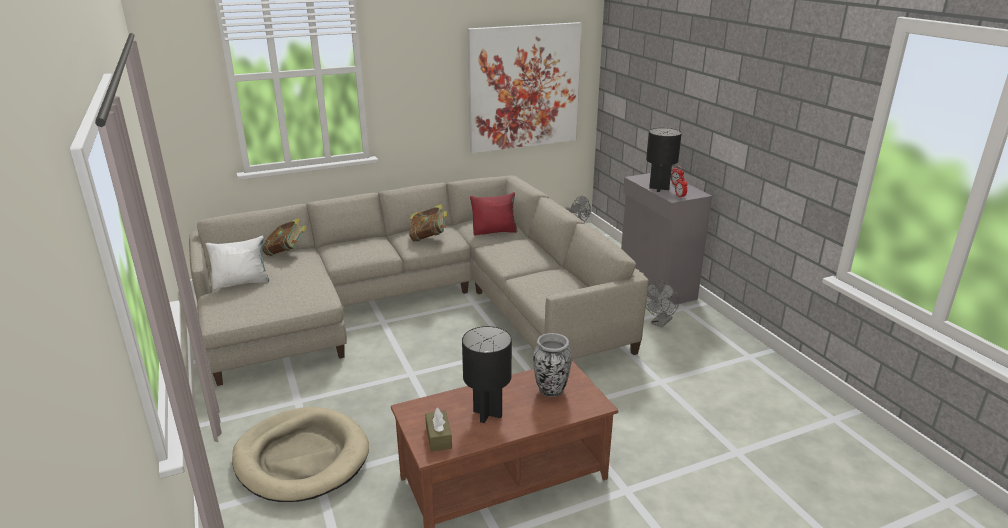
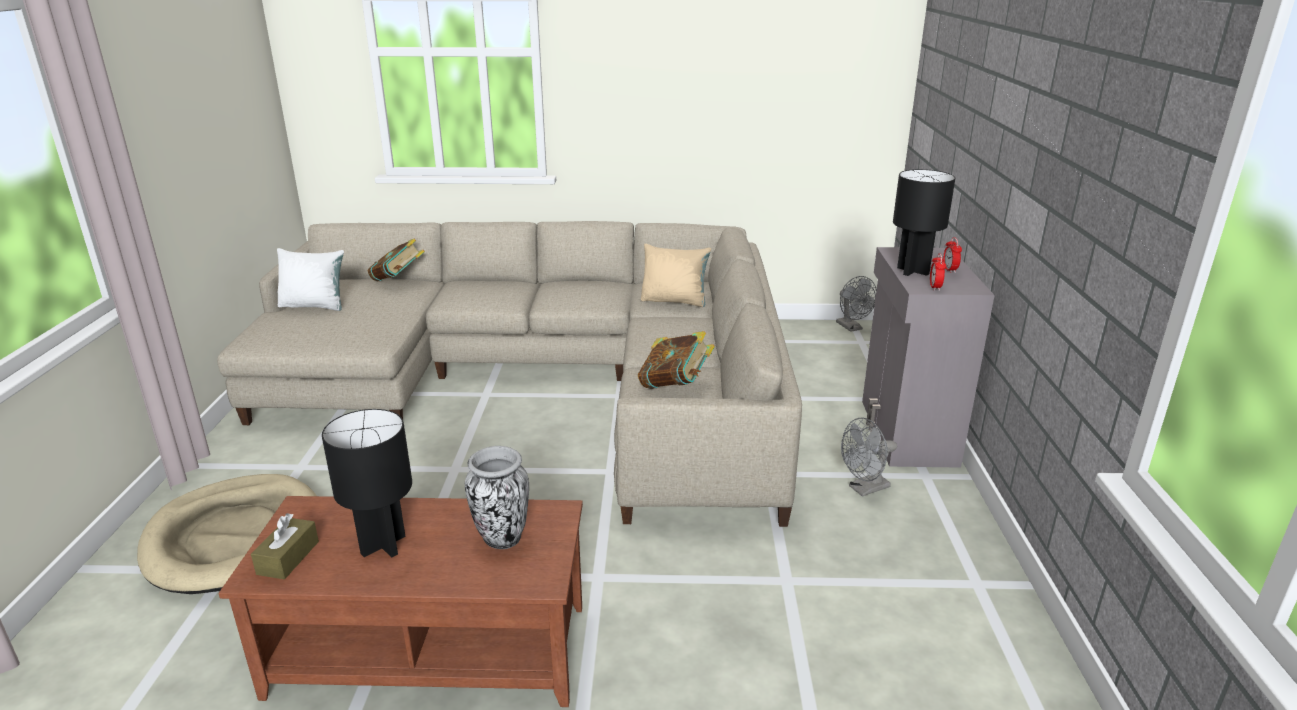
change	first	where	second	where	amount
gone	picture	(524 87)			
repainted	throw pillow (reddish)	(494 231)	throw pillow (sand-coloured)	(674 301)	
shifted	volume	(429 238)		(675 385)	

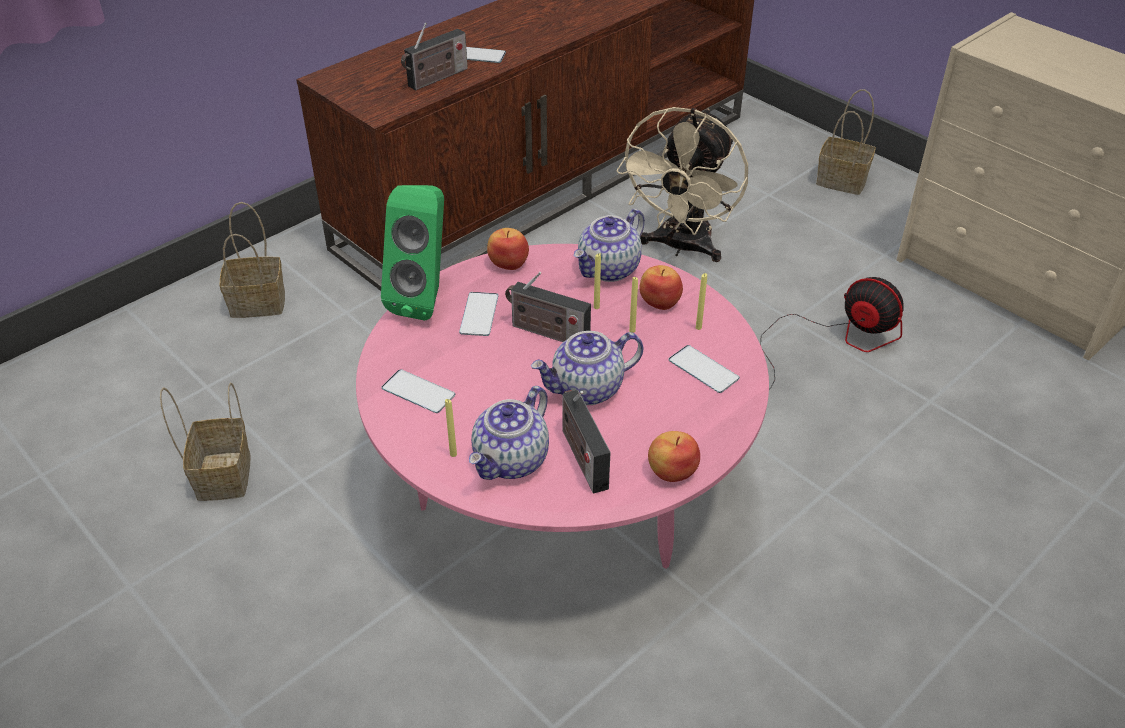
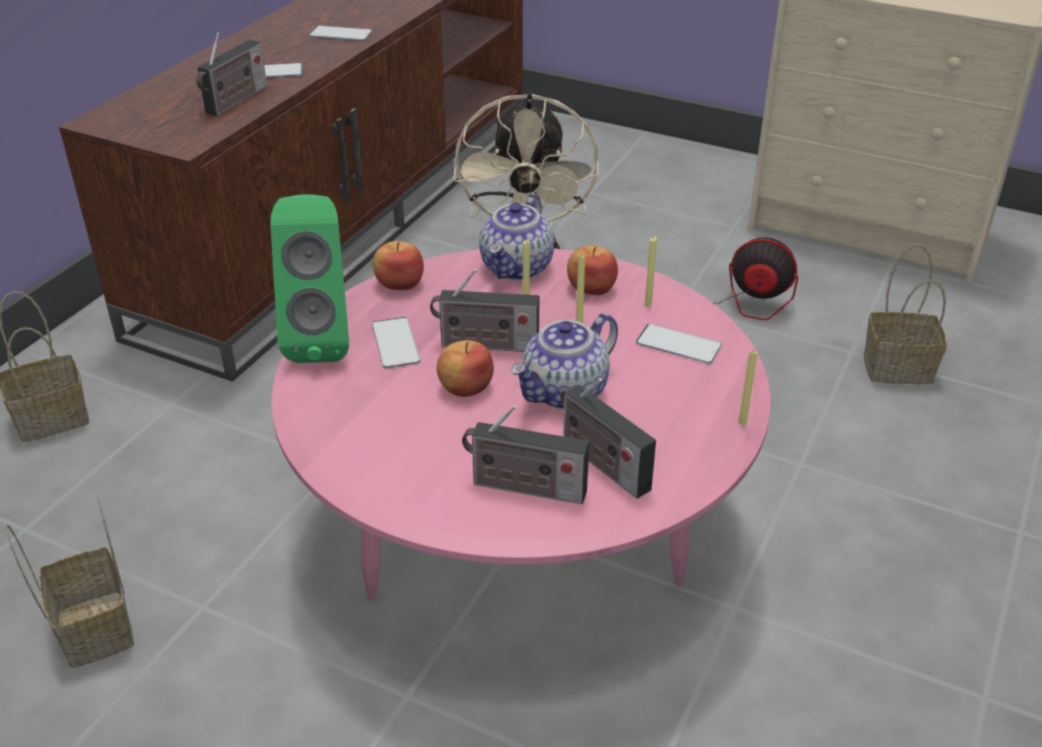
change	first	where	second	where	amount
shifted	household basket	(843 181)		(899 367)	
shifted	phone	(418 392)		(340 34)	
swapped	tea pot	(511 461)	radio set	(523 488)	
shifted	wax candle (yellow-coloured)	(453 454)		(742 422)	
shifted	apple fruit	(672 471)		(465 387)	

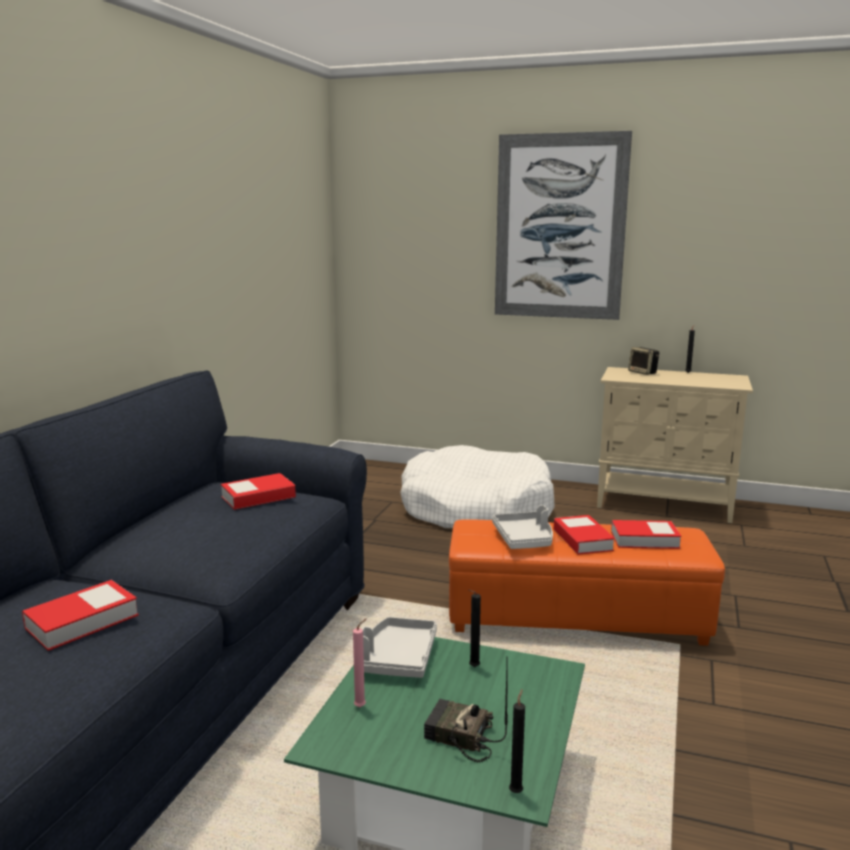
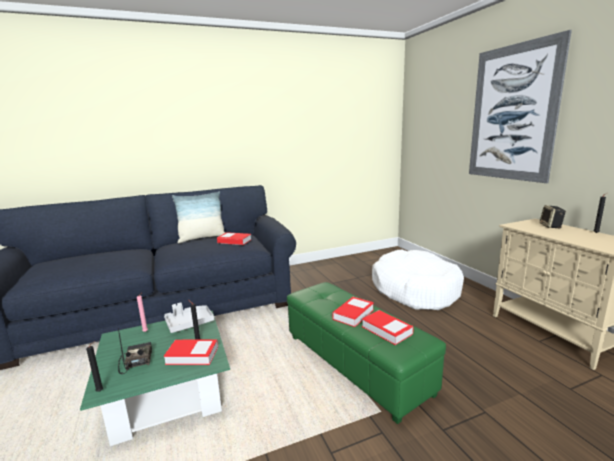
change	first	where	second	where	amount
gone	tray (greyish)	(524 539)			
repainted	pouffe (orange)	(577 617)	pouffe (greenish)	(356 363)	
shifted	volume	(82 621)		(192 355)	
new			throw pillow	(202 238)	

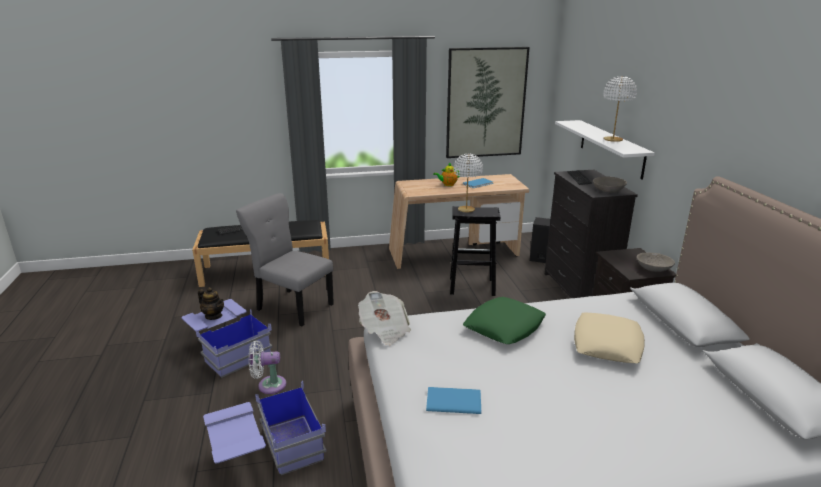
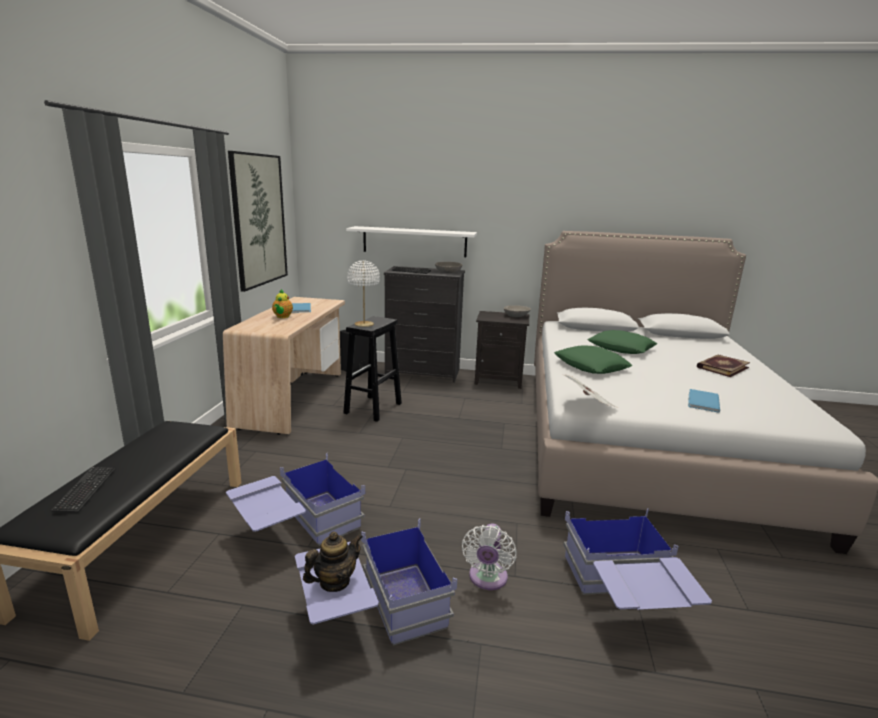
change	first	where	second	where	amount
gone	table lamp (whitish)	(612 140)			
swapped	chair (greyish)	(293 306)	storage container (blue)	(297 529)	
repainted	throw pillow (sand-coloured)	(607 344)	throw pillow (greenish)	(621 348)	
new			volume	(721 367)	

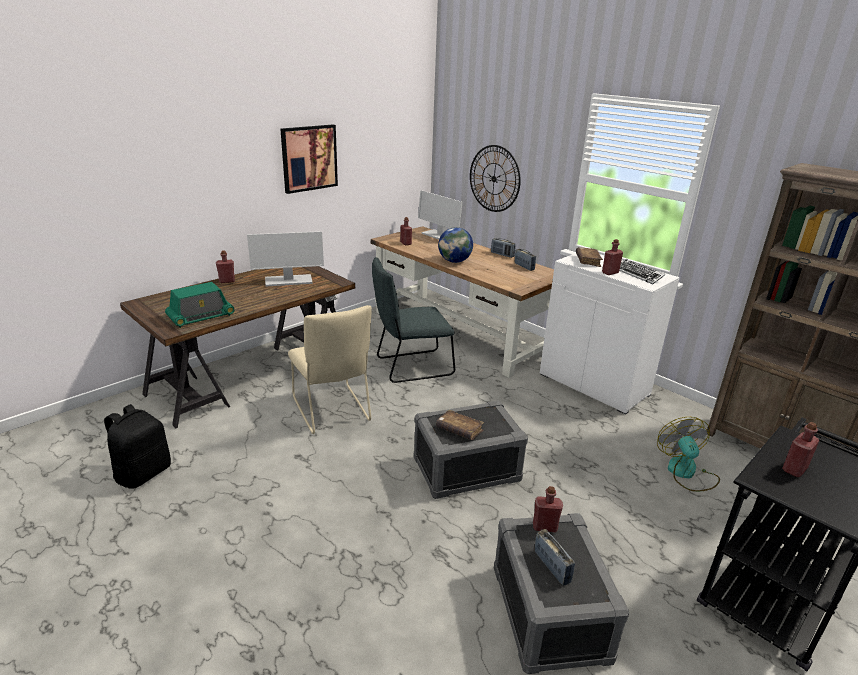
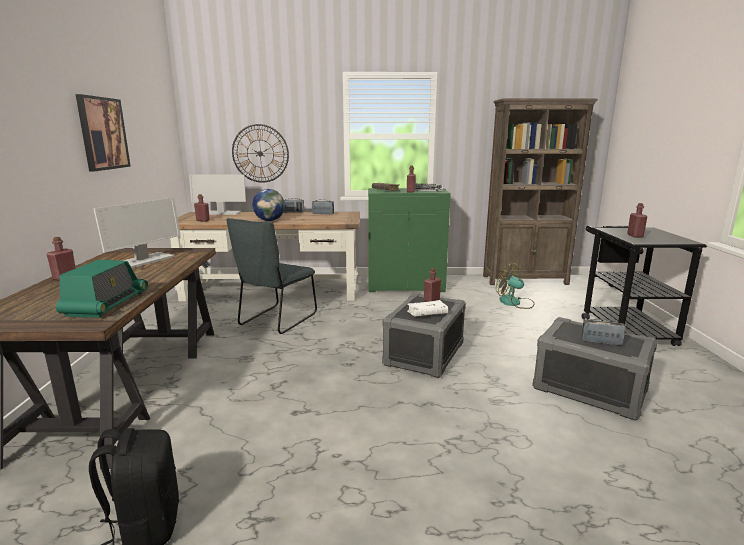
change	first	where	second	where	amount
repainted	cupboard (whitish)	(594 384)	cupboard (greenish)	(406 285)	
gone	chair (sand-coloured)	(332 412)			
repainted	volume (brown-coloured)	(459 430)	volume (whitish)	(427 314)	
shifted	bottle (reddish)	(544 527)		(431 300)	

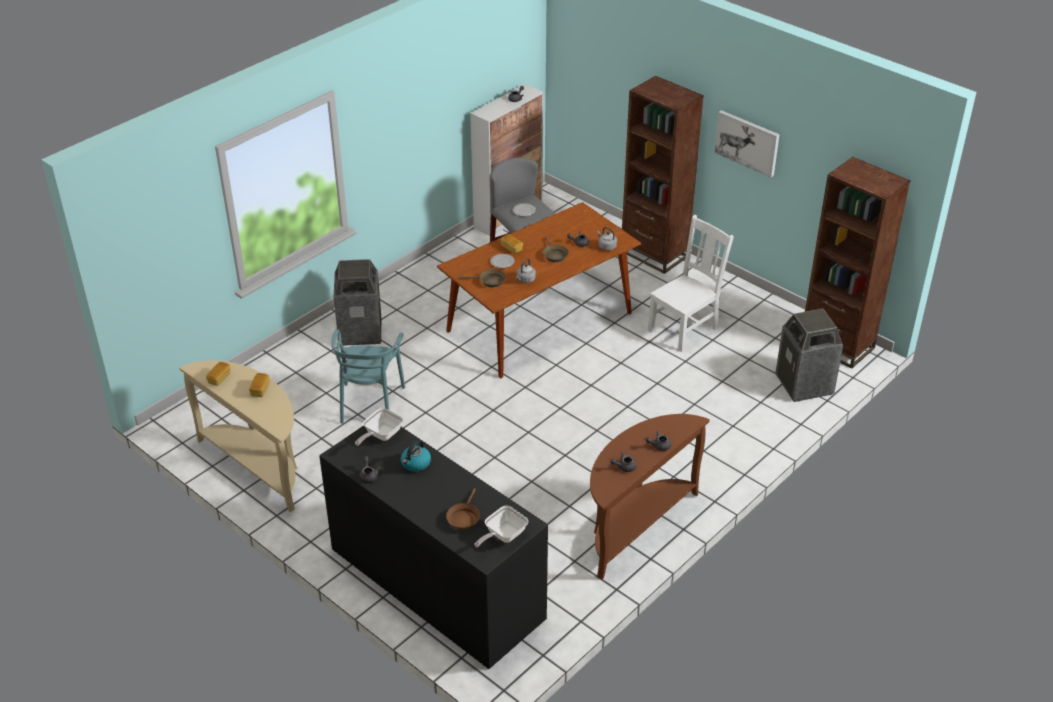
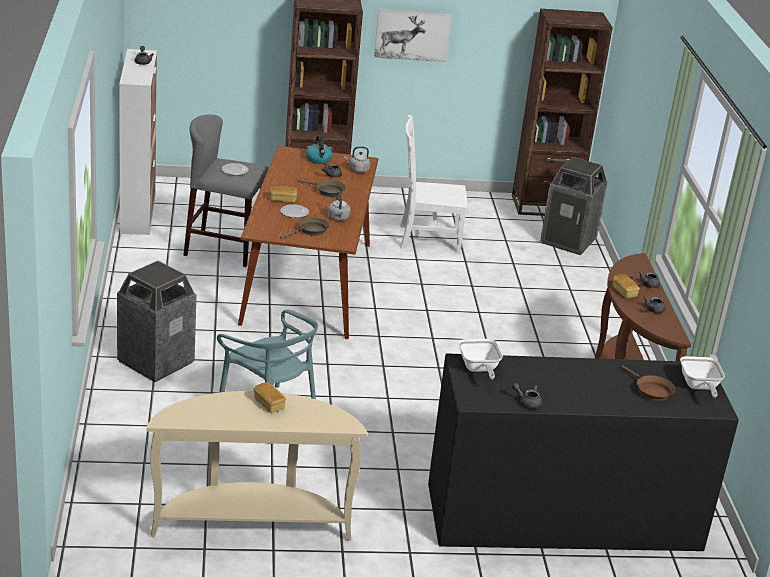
change	first	where	second	where	amount
rotated	chair (whitish)	(685 328)		(427 239)	90 degrees counterclockwise
shifted	bread	(219 378)		(624 292)	
shifted	water kettle	(415 464)		(319 159)	

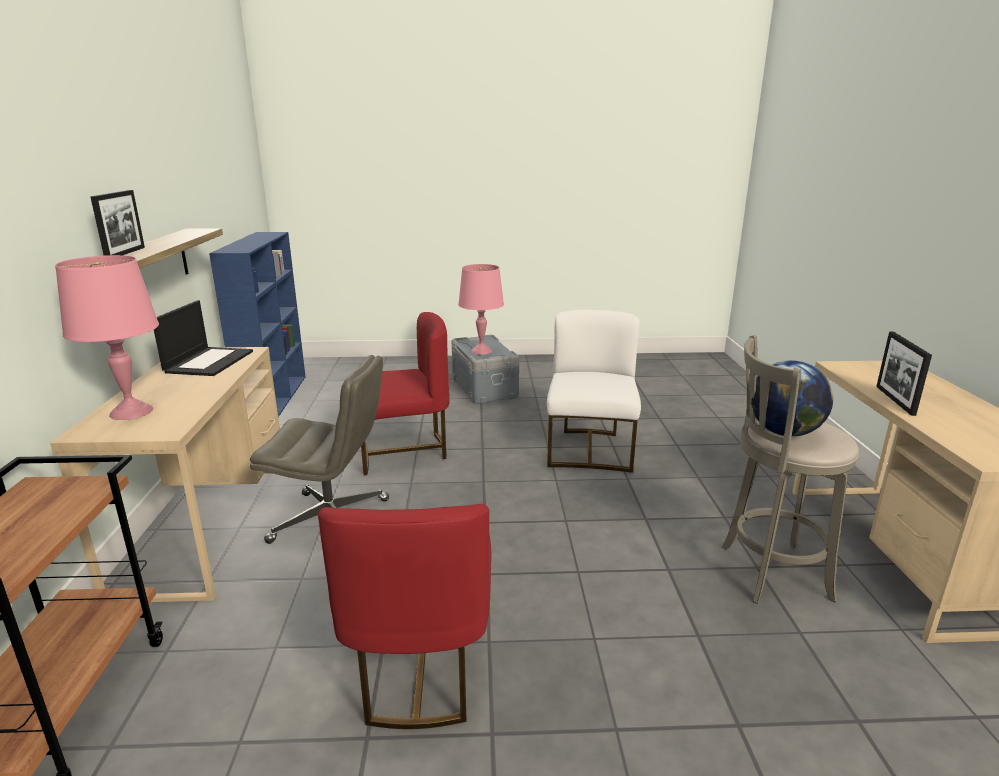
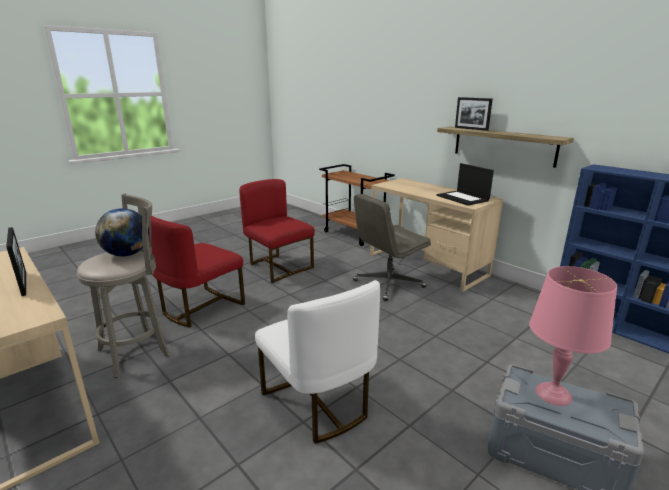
change	first	where	second	where	amount
gone	table lamp (pink)	(132 411)			
shifted	chair (reddish)	(402 451)		(201 307)	

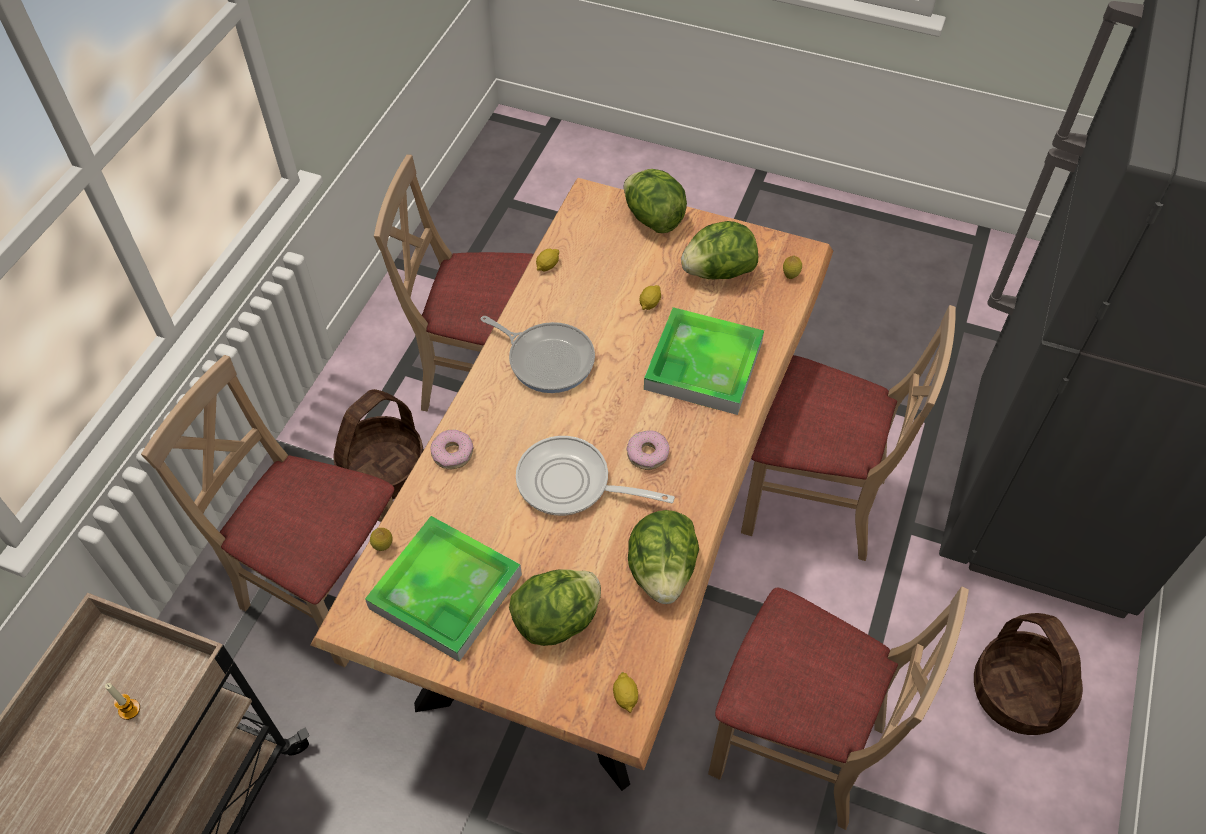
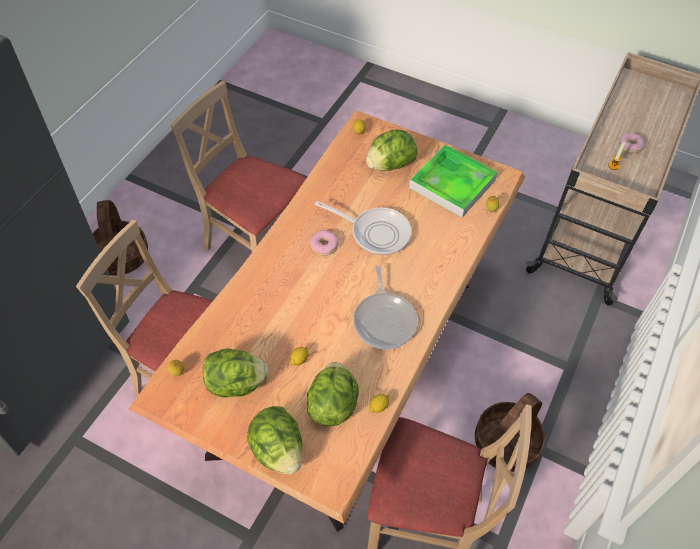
change	first	where	second	where	amount
gone	tray	(703 365)			
rotated	skillet	(547 359)		(385 320)	135 degrees counterclockwise
gone	chair (sand-coloured)	(324 589)			
shifted	doughnut	(452 453)		(630 146)	
shifted	lettuce head	(662 571)		(332 404)	

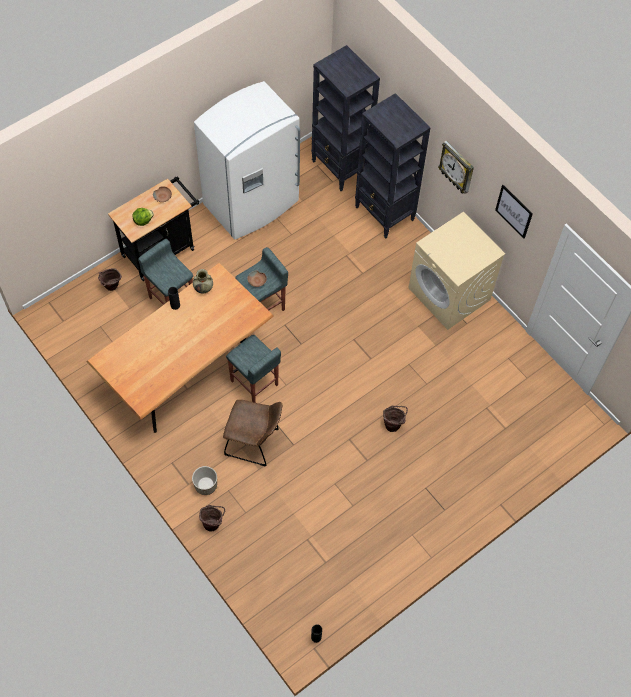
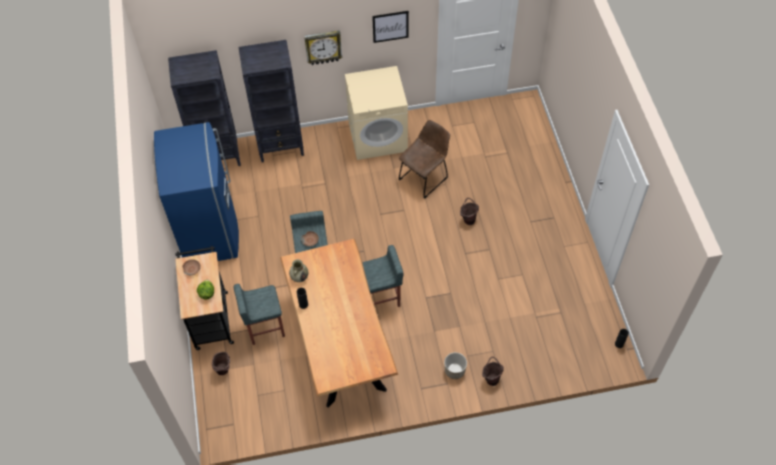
change	first	where	second	where	amount
repainted	refrigerator (whitish)	(252 204)	refrigerator (blue)	(210 231)	
shifted	chair (brown-coloured)	(254 443)		(425 177)	

